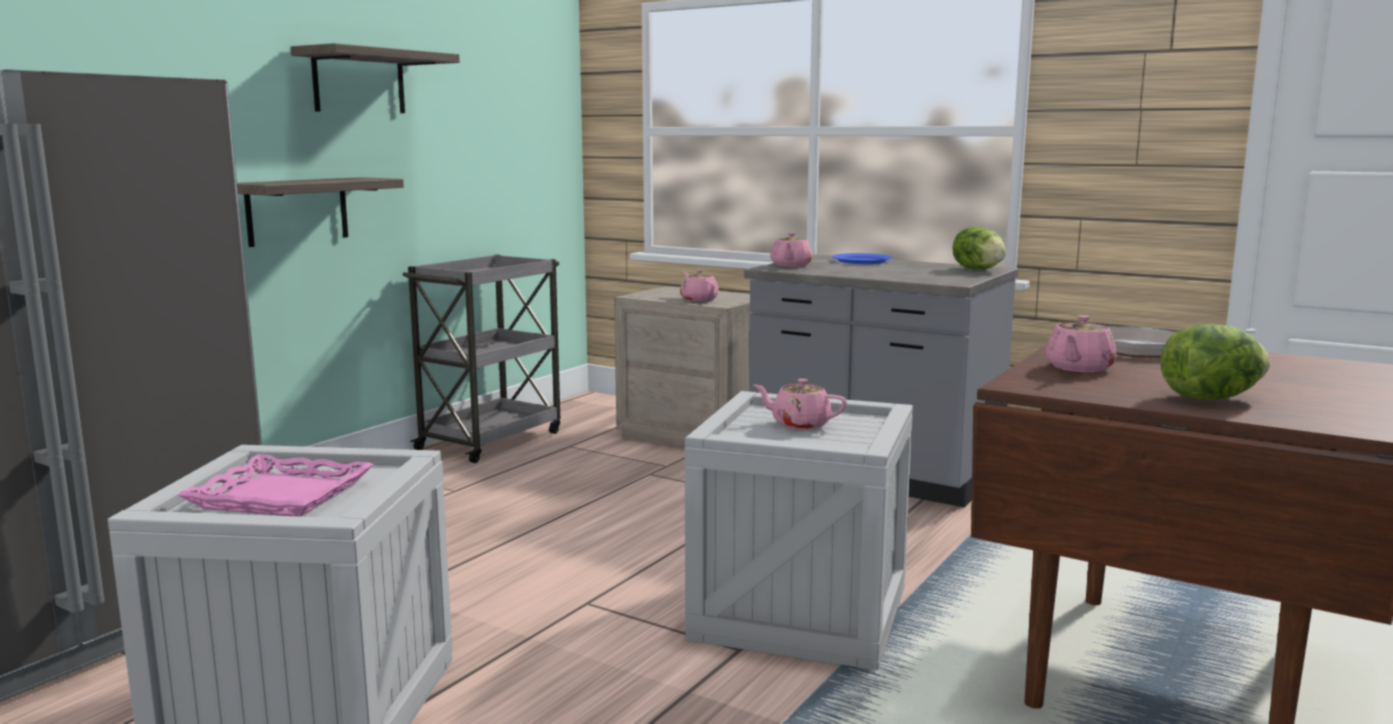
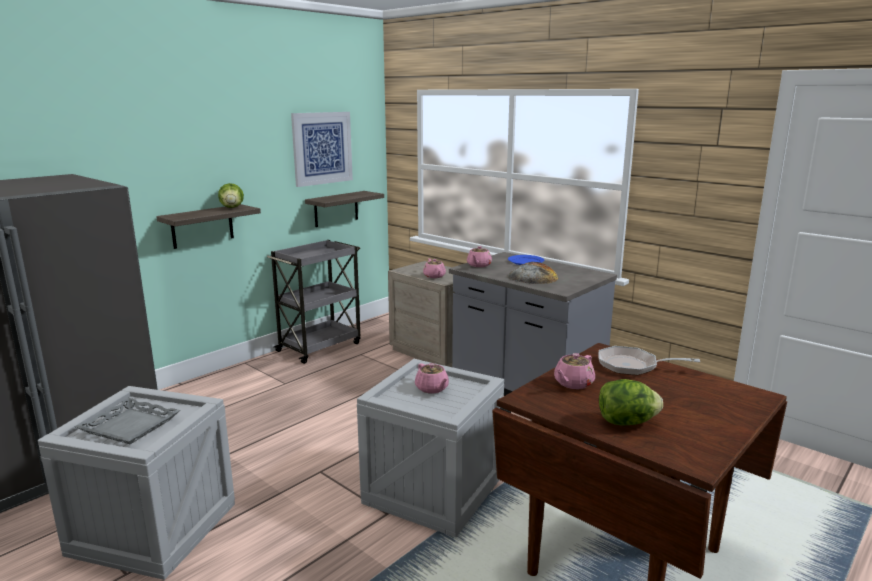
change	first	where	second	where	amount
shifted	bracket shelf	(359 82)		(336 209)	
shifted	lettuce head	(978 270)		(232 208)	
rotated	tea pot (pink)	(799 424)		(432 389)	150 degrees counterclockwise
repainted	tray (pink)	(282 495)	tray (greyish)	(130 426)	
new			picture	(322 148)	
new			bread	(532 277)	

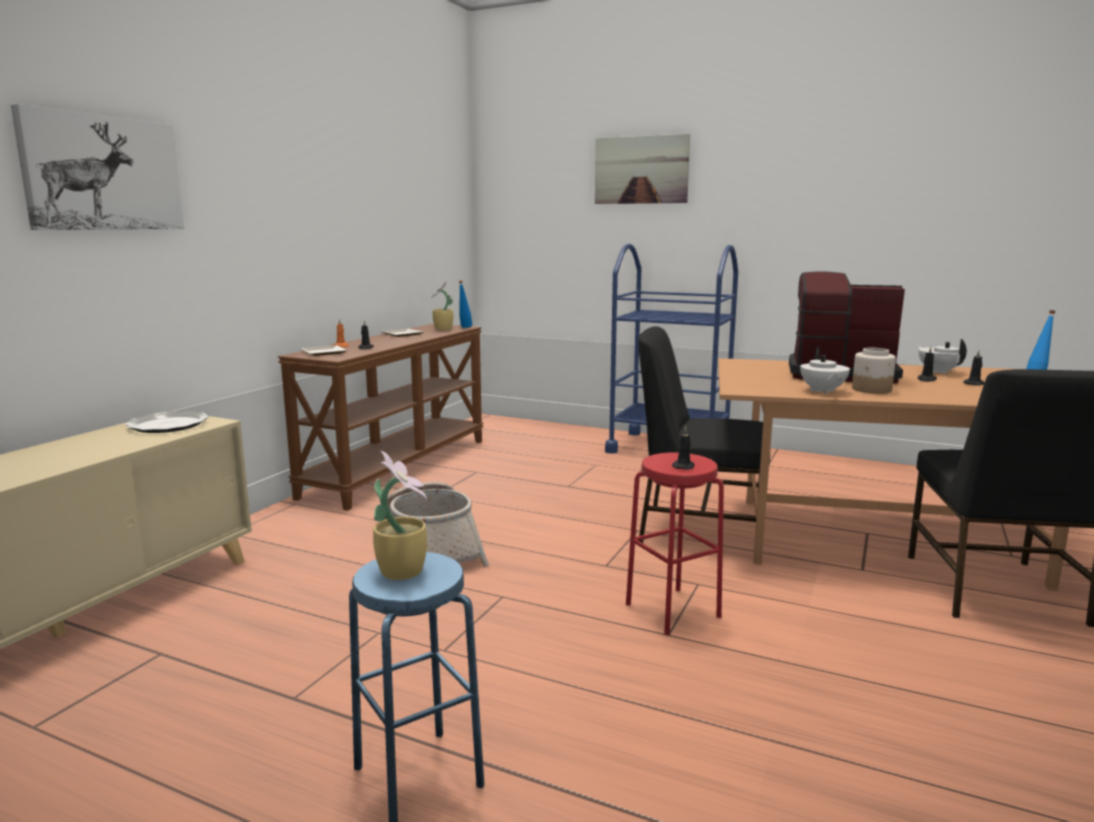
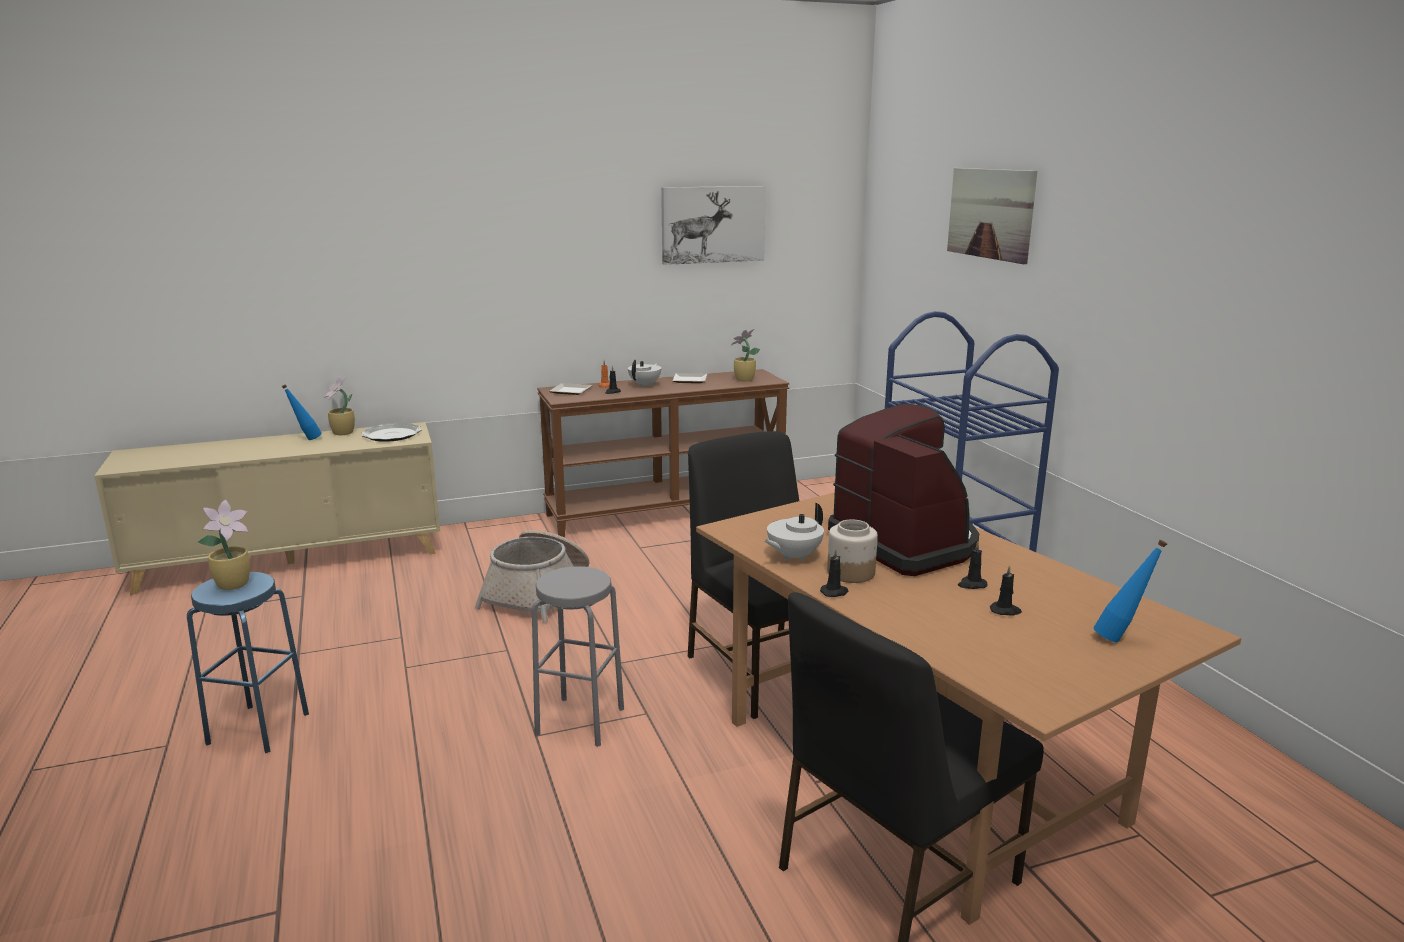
change	first	where	second	where	amount
shifted	picture	(103 173)		(712 224)	
shifted	bottle (blue)	(464 328)		(306 440)	
shifted	tea pot (whitish)	(938 371)		(645 385)	
shifted	wax candle (blackish)	(683 466)		(834 592)	
repainted	stool (reddish)	(673 610)	stool (greyish)	(580 721)	
new			houseplant	(343 433)	

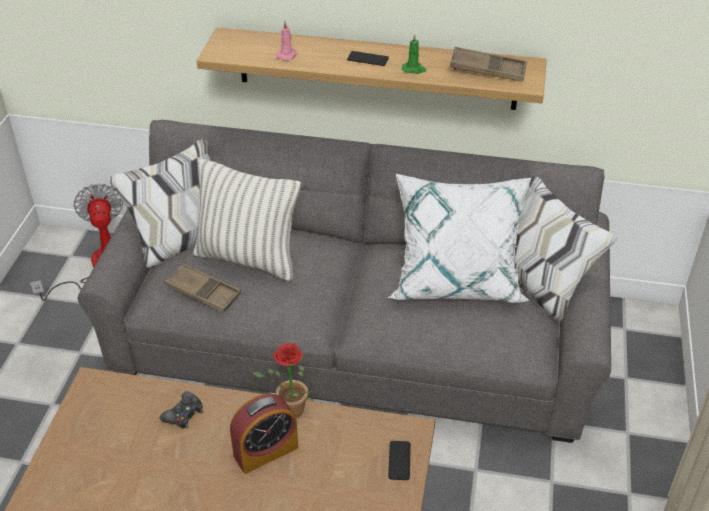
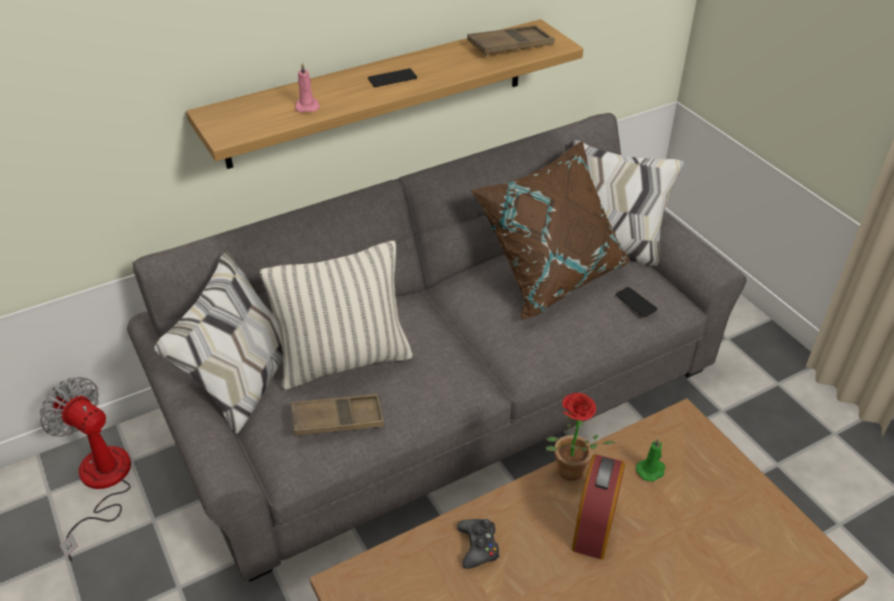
change	first	where	second	where	amount
shifted	wax candle (greenish)	(414 69)		(651 470)	
repainted	throw pillow (whitish)	(457 280)	throw pillow (brown-coloured)	(551 274)	
shifted	phone	(399 460)		(636 302)	

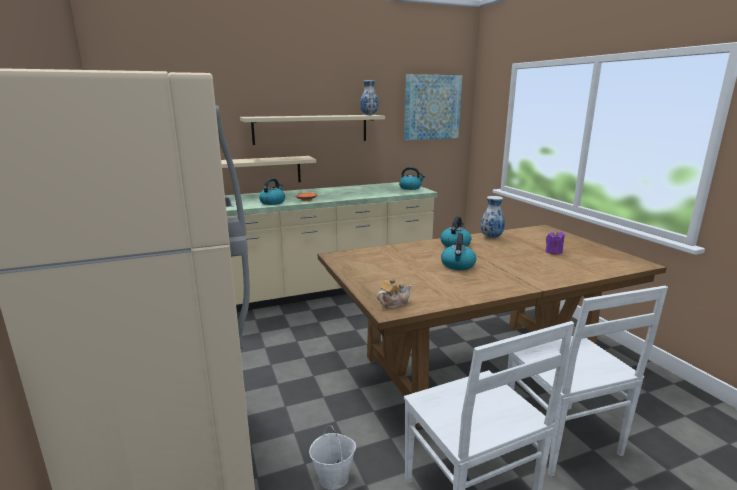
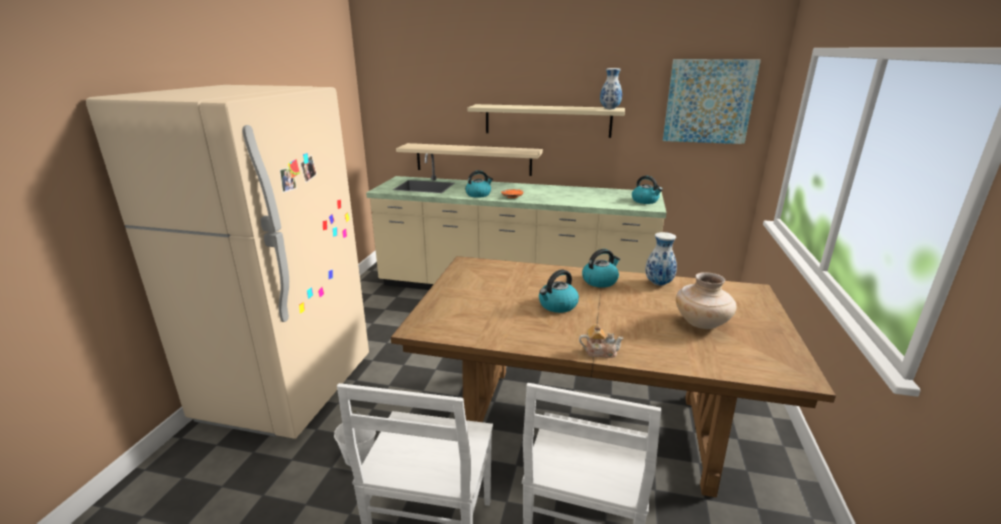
change	first	where	second	where	amount
swapped	wax candle (purplish)	(553 252)	vase (sand-coloured)	(702 323)	
shifted	tea pot	(394 304)		(600 352)	

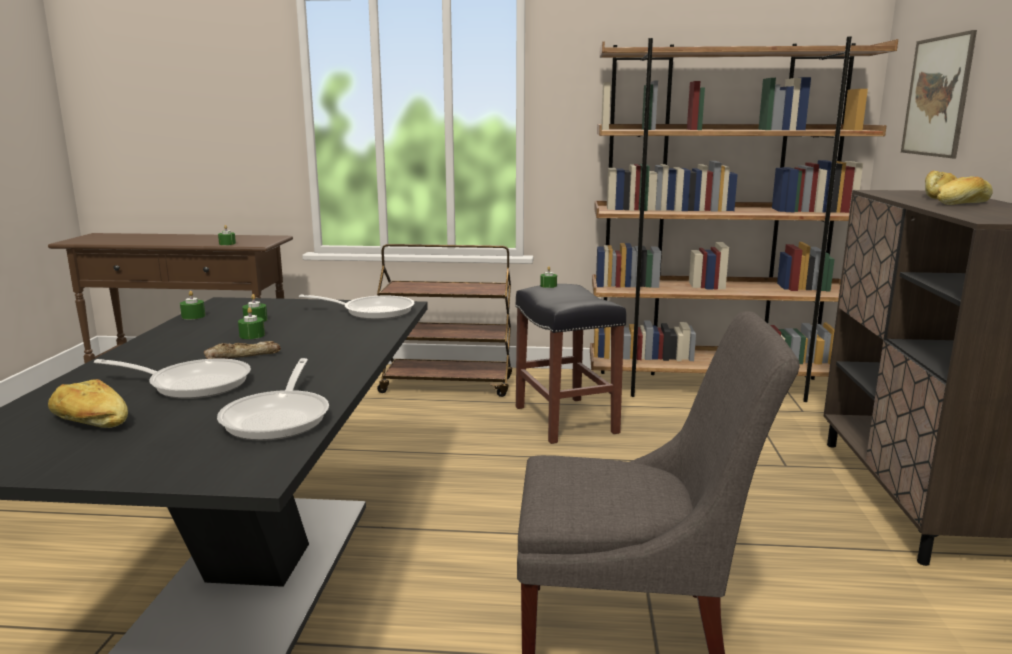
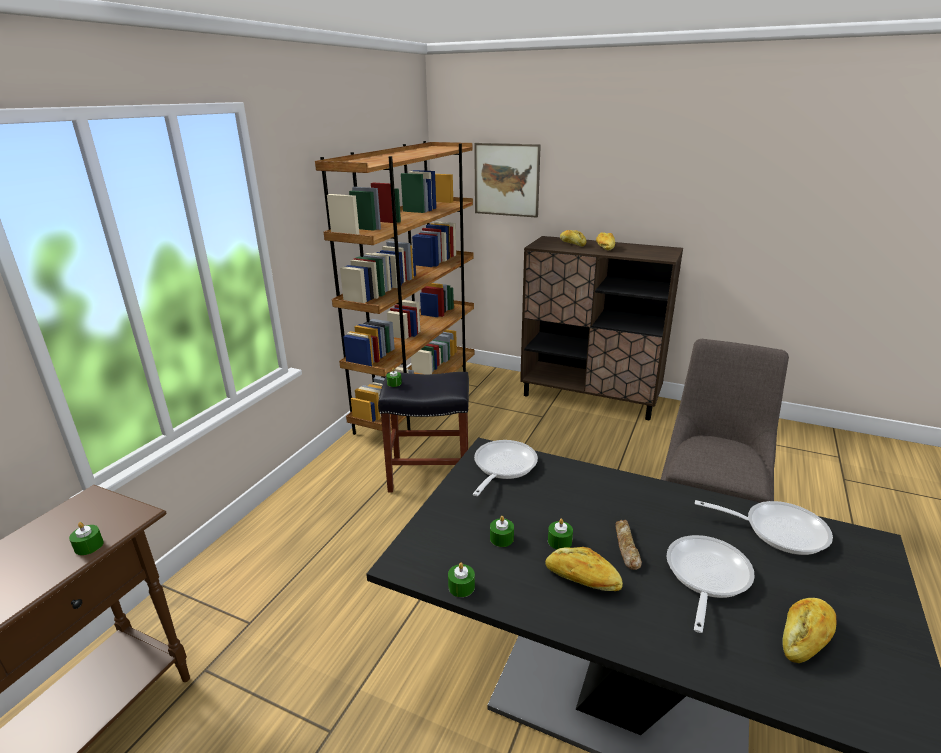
change	first	where	second	where	amount
gone	cart (brown-coloured)	(448 385)			
new			bread	(582 579)	

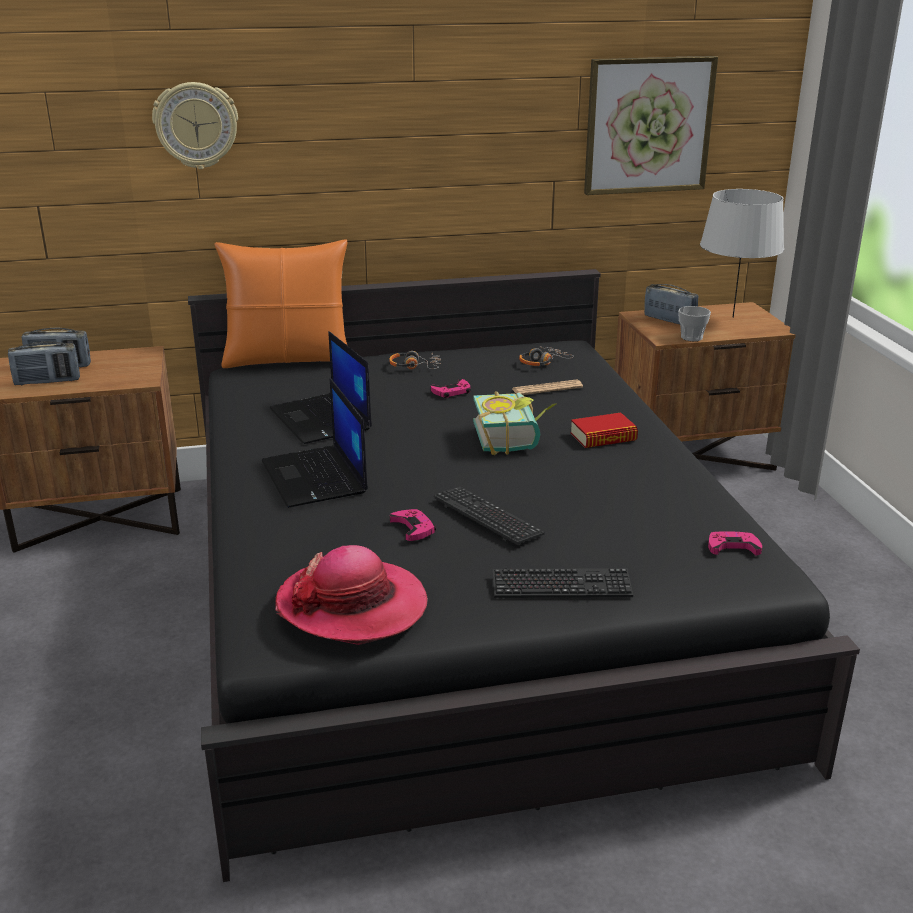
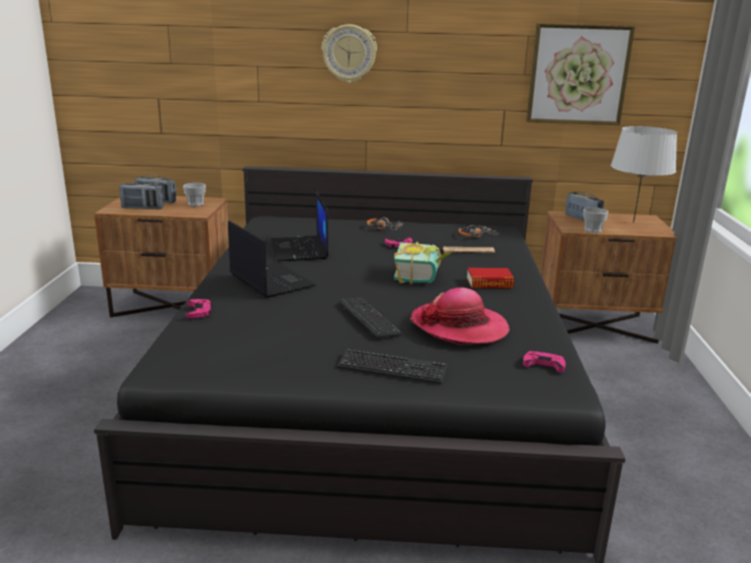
change	first	where	second	where	amount
shifted	clock on the wall	(196 125)		(349 53)	
gone	throw pillow (orange)	(288 359)			
rotated	notebook computer	(316 477)		(270 280)	150 degrees clockwise
shifted	joypad (pink)	(413 528)		(199 311)	
shifted	wearable hat	(352 605)		(459 327)	
new			drinking cup	(195 204)	

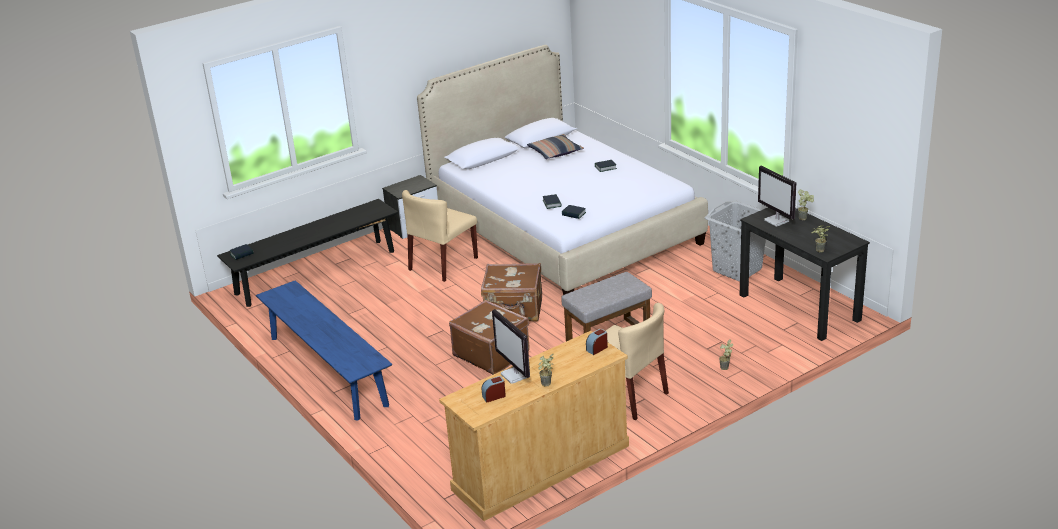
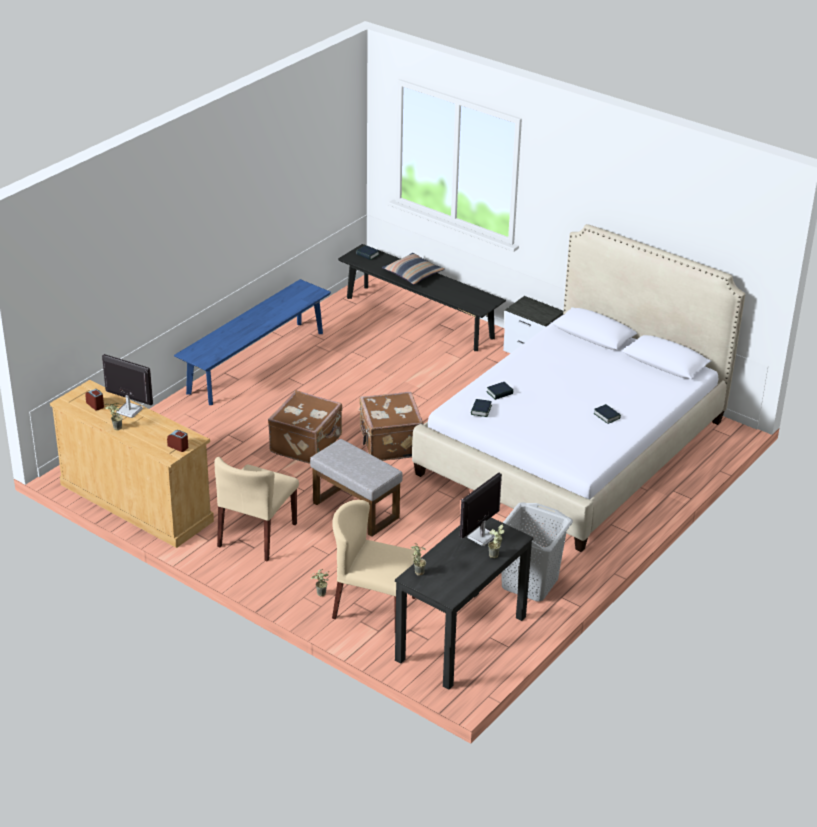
change	first	where	second	where	amount
shifted	throw pillow	(555 152)		(413 274)	
shifted	chair (sand-coloured)	(443 264)		(373 607)	
rotated	computer display	(516 375)		(129 410)	75 degrees clockwise

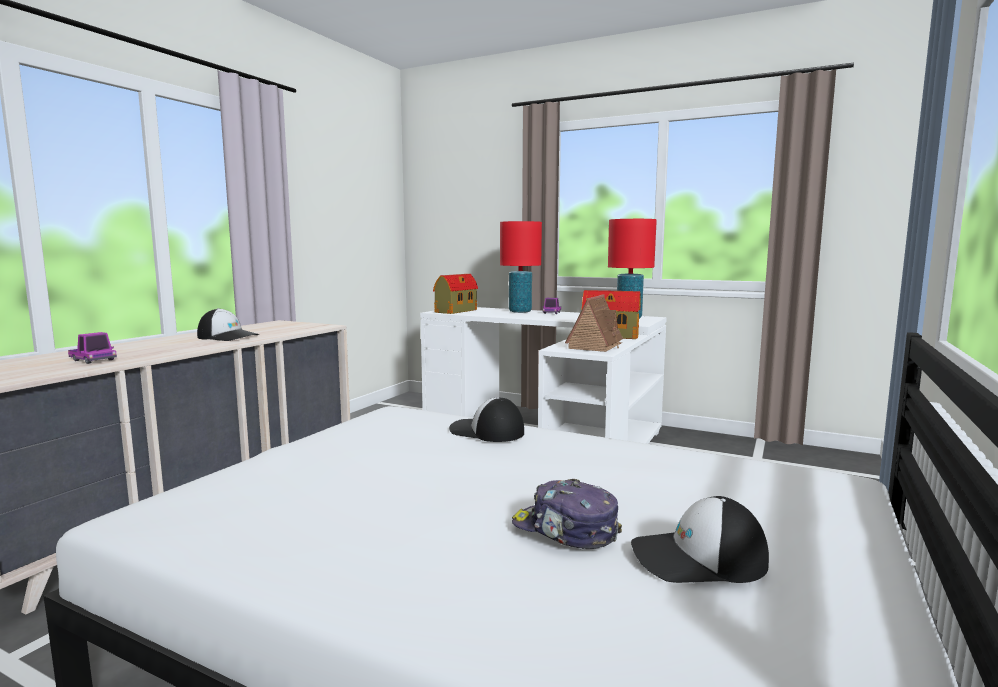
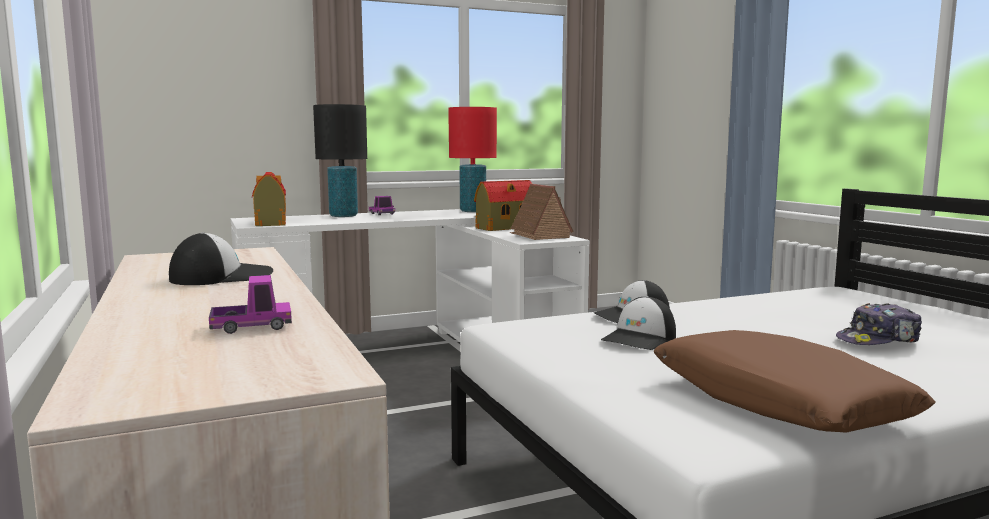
change	first	where	second	where	amount
repainted	table lamp (reddish)	(520 311)	table lamp (blackish)	(343 216)	
shifted	baseball cap	(698 559)		(640 339)	
new			throw pillow (brown-coloured)	(778 402)	

